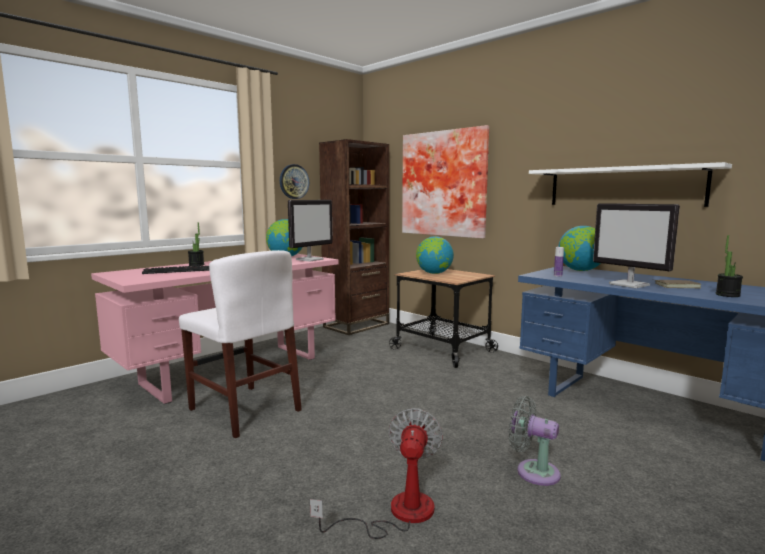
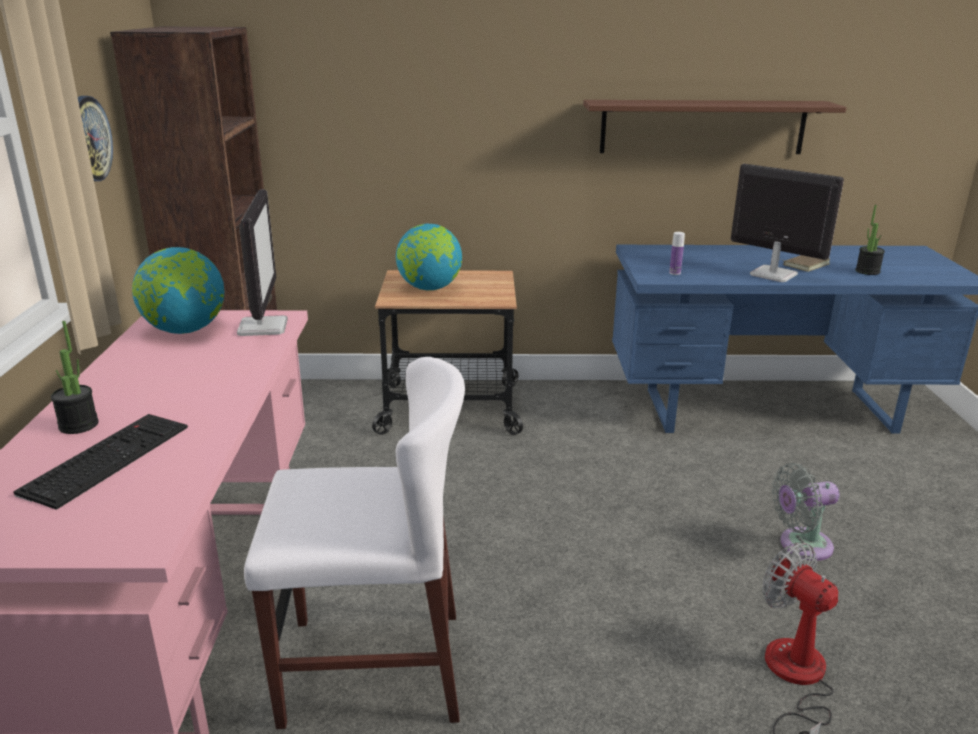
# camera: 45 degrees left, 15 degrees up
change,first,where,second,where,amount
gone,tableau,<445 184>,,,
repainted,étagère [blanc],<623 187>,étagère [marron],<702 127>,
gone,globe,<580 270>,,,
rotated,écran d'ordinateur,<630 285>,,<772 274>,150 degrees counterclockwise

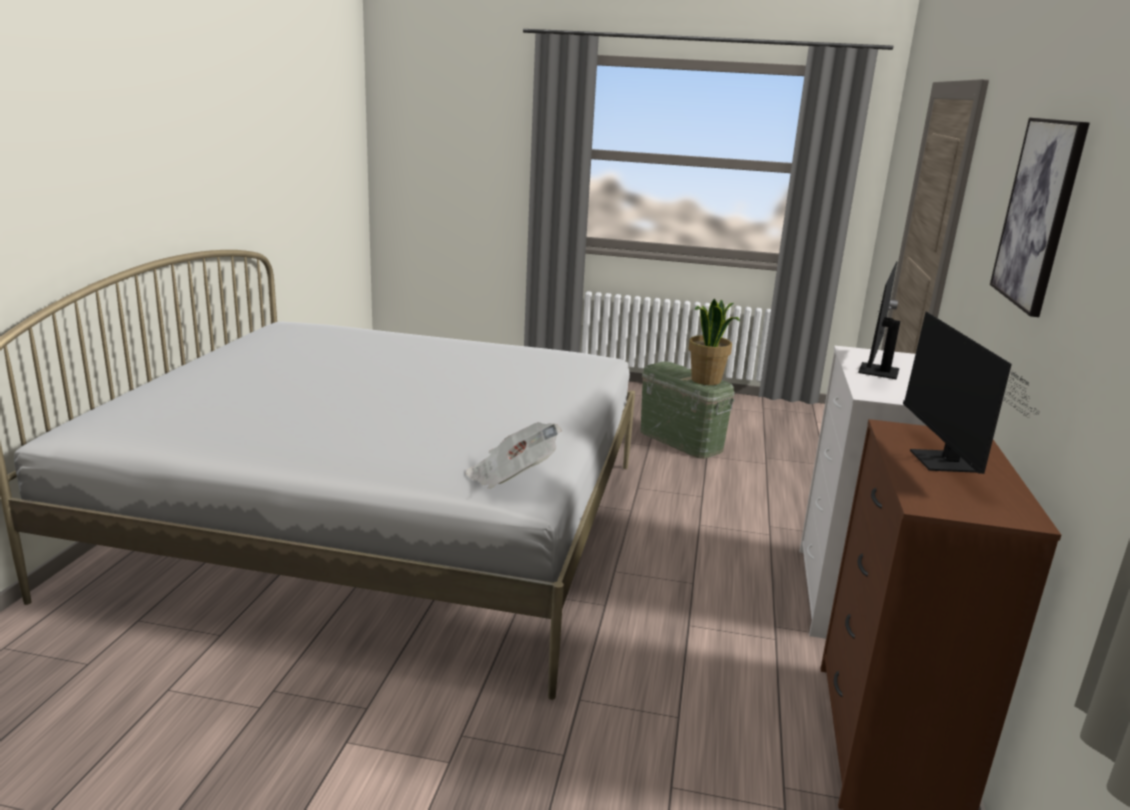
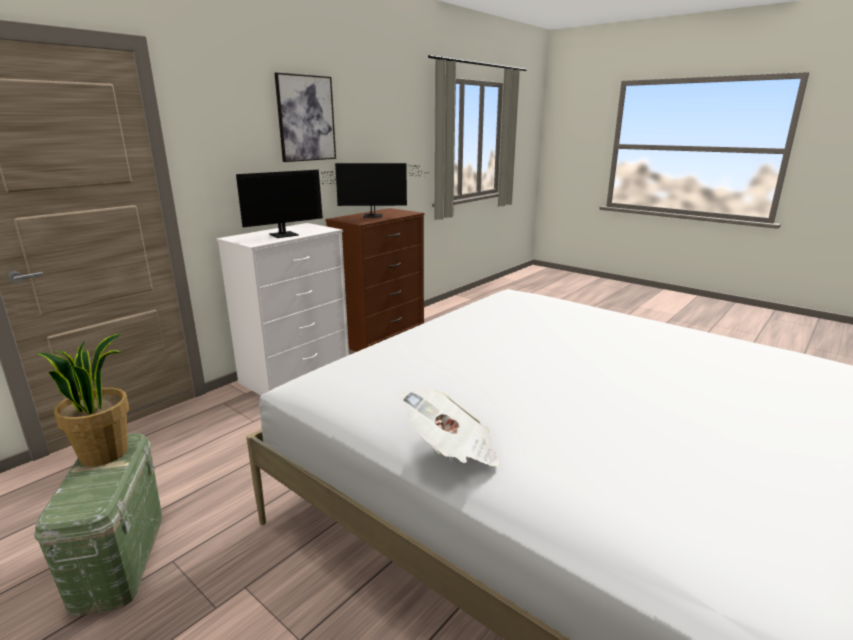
# camera: 150 degrees left, 0 degrees up
change,first,where,second,where,amount
shifted,journal,<512 476>,,<452 450>,
rotated,écran d'ordinateur,<944 465>,,<376 216>,60 degrees clockwise

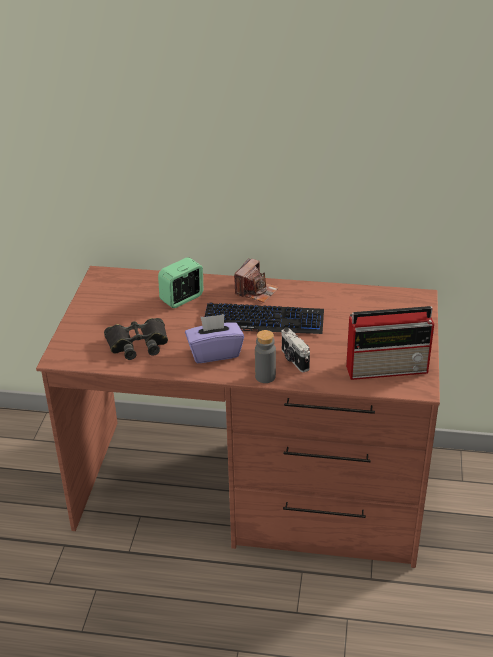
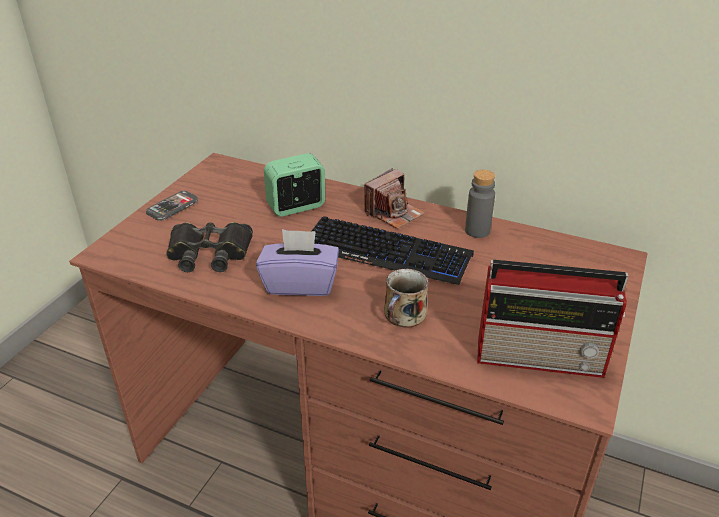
# camera: 15 degrees right, 0 degrees up
change,first,where,second,where,amount
shifted,bouteille [gris],<265 377>,,<477 231>,
swapped,appareil photo,<293 360>,mug,<404 315>,
new,,,téléphone,<172 207>,

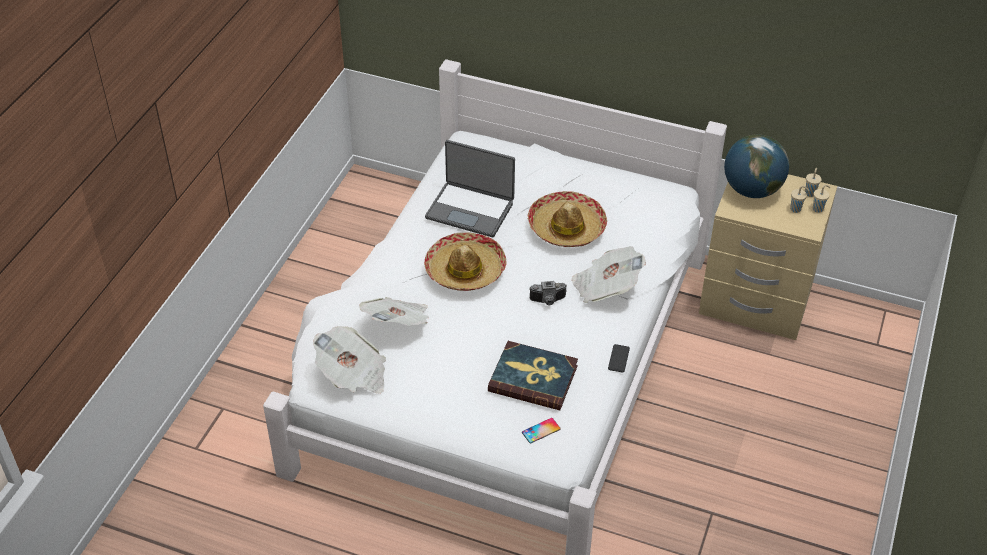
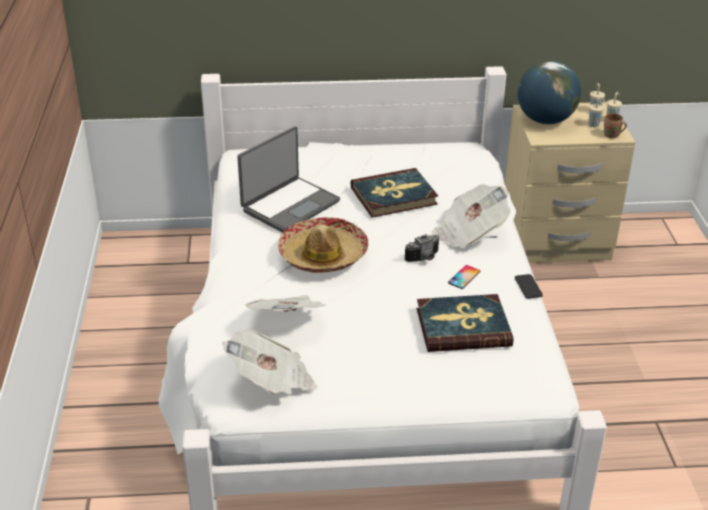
# camera: 25 degrees left, 10 degrees down
change,first,where,second,where,amount
rotated,ordinateur portable,<470 209>,,<289 205>,45 degrees counterclockwise
shifted,téléphone,<541 430>,,<464 277>,
swapped,chapeau,<566 227>,livre,<393 196>,
new,,,mug [marron],<612 136>,

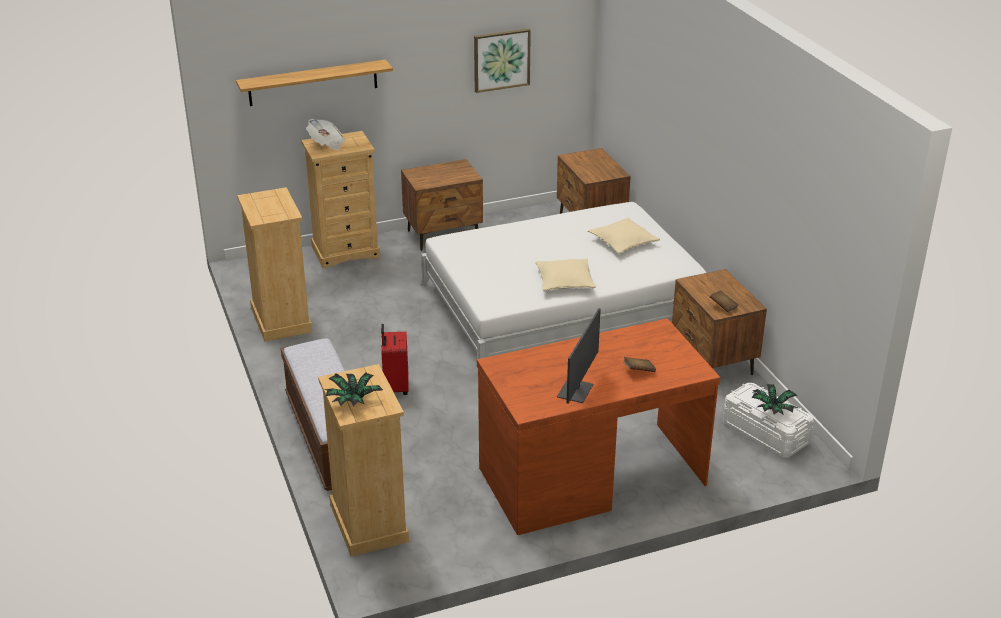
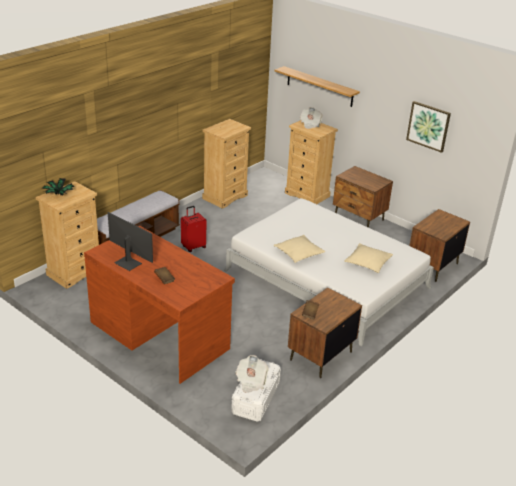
# camera: 60 degrees right, 0 degrees up
change,first,where,second,where,amount
rotated,écran d'ordinateur,<576 391>,,<128 263>,135 degrees counterclockwise
swapped,plante en pot,<772 410>,journal,<251 381>,

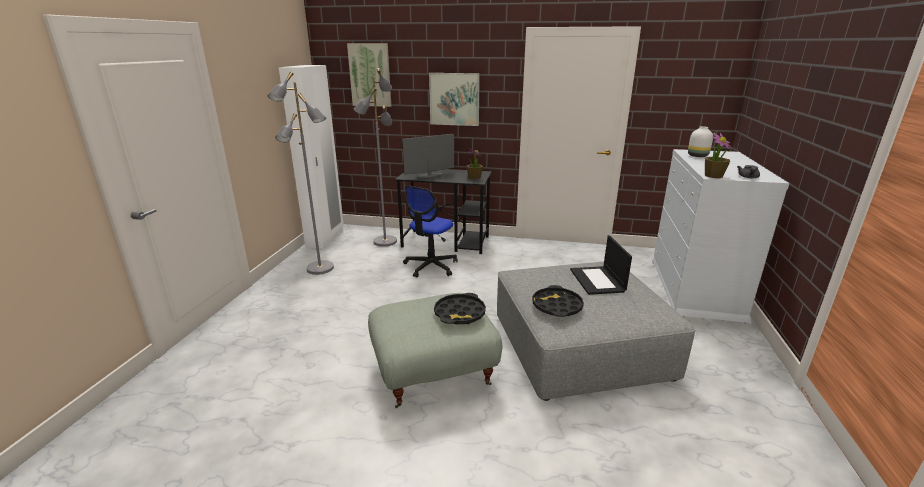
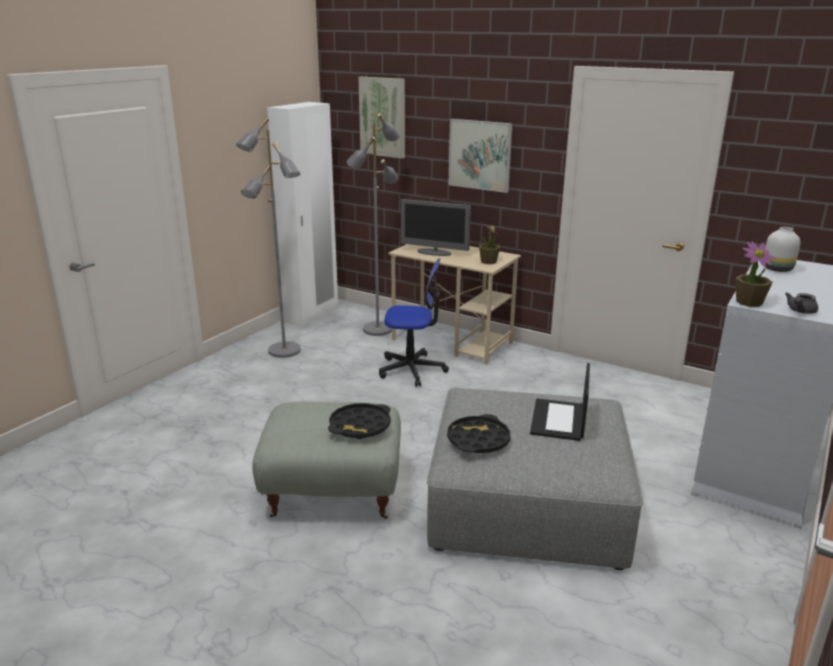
# camera: 20 degrees right, 0 degrees up
change,first,where,second,where,amount
repainted,bureau [noir],<446 242>,bureau [beige],<453 341>,
rotated,écran d'ordinateur,<430 176>,,<434 253>,150 degrees counterclockwise
rotated,chaise de bureau,<431 266>,,<412 370>,135 degrees counterclockwise

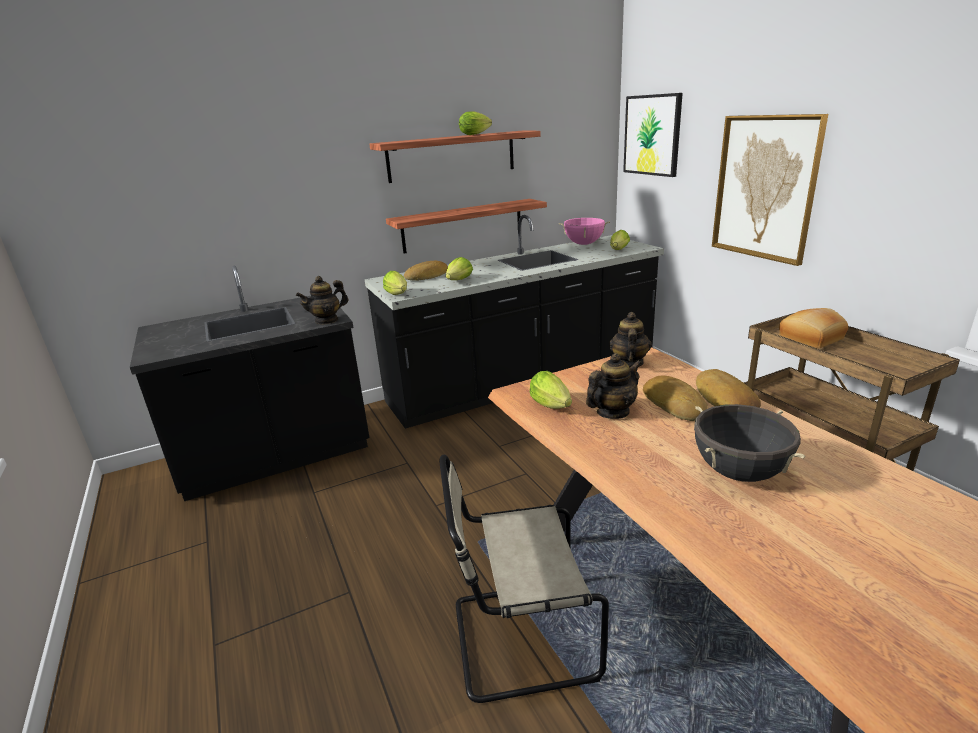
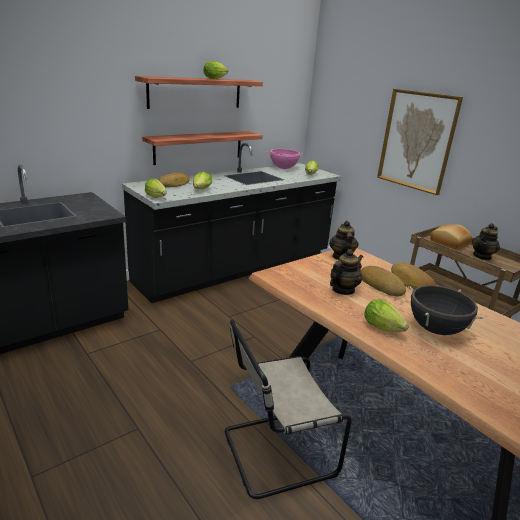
# camera: 15 degrees left, 0 degrees up
change,first,where,second,where,amount
shifted,théière,<327 320>,,<482 256>,
shifted,laitue,<552 407>,,<384 329>,
gone,tableau,<652 135>,,,

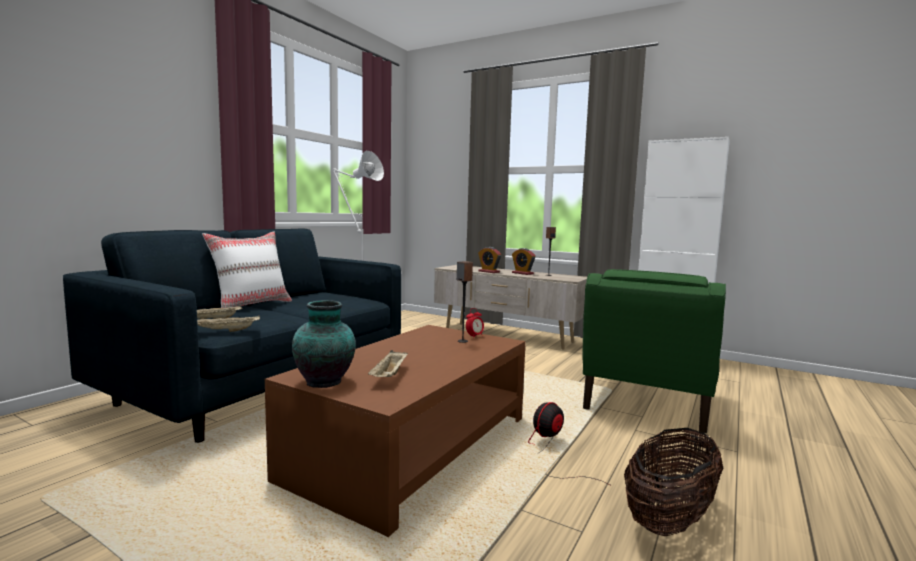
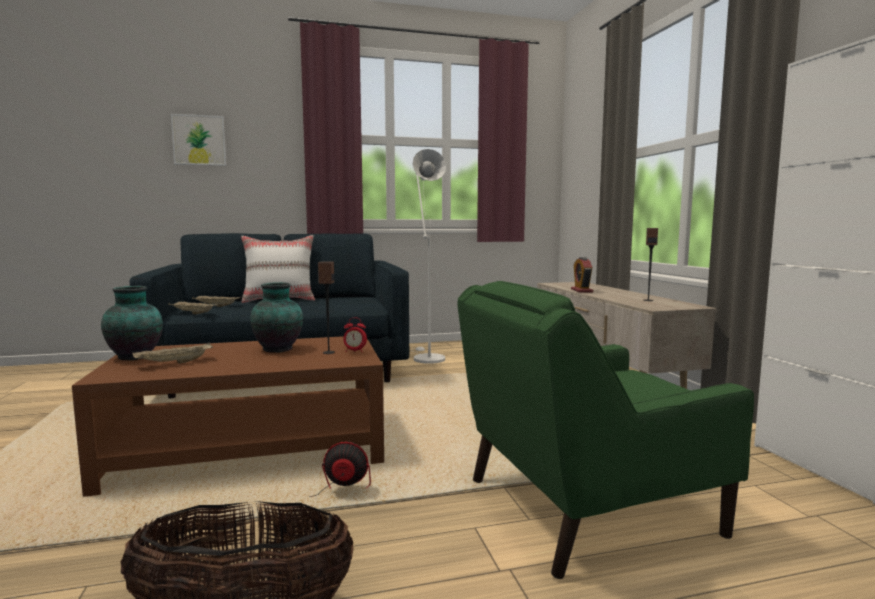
# camera: 45 degrees right, 0 degrees up
change,first,where,second,where,amount
gone,réveil,<522 273>,,,
new,,,tableau,<199 140>,
new,,,vase,<279 349>,

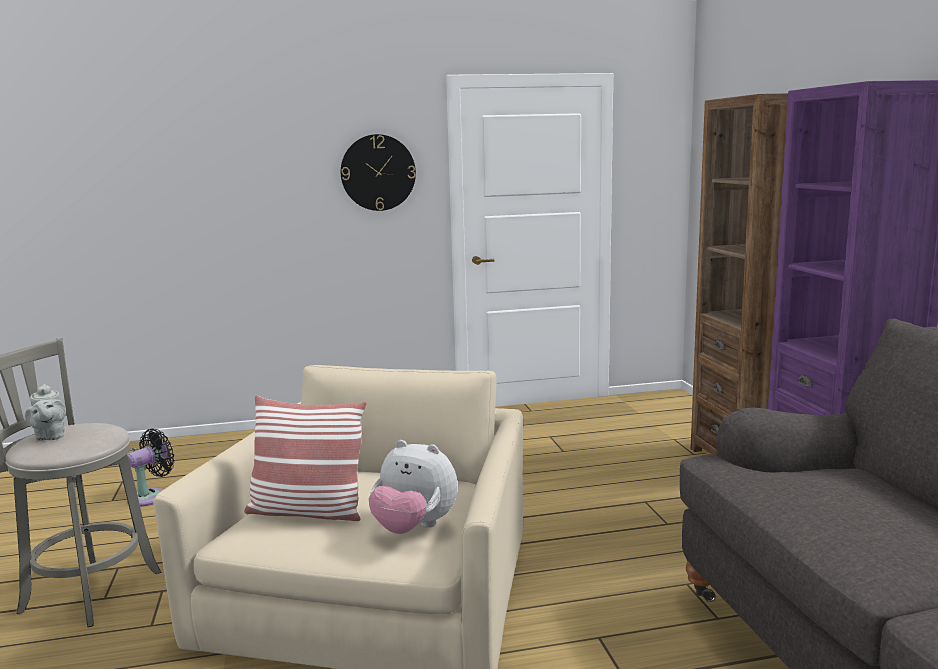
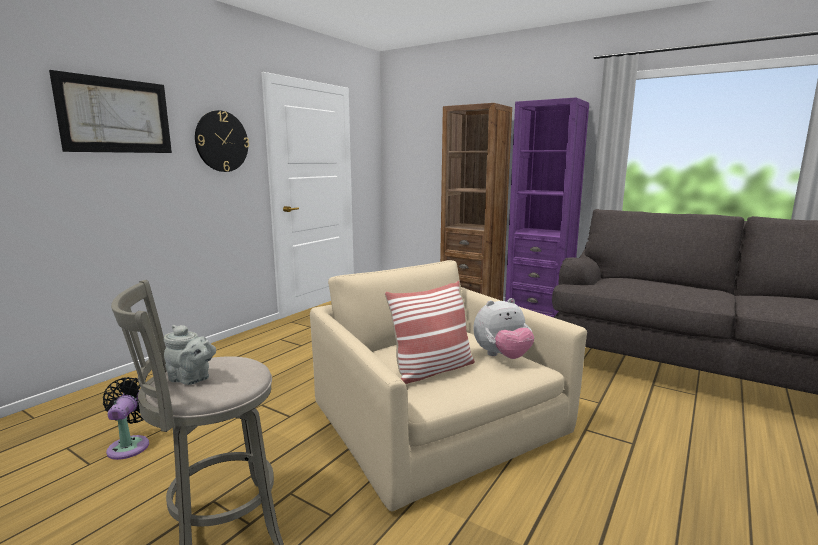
# camera: 45 degrees left, 0 degrees up
change,first,where,second,where,amount
new,,,tableau,<116 115>,

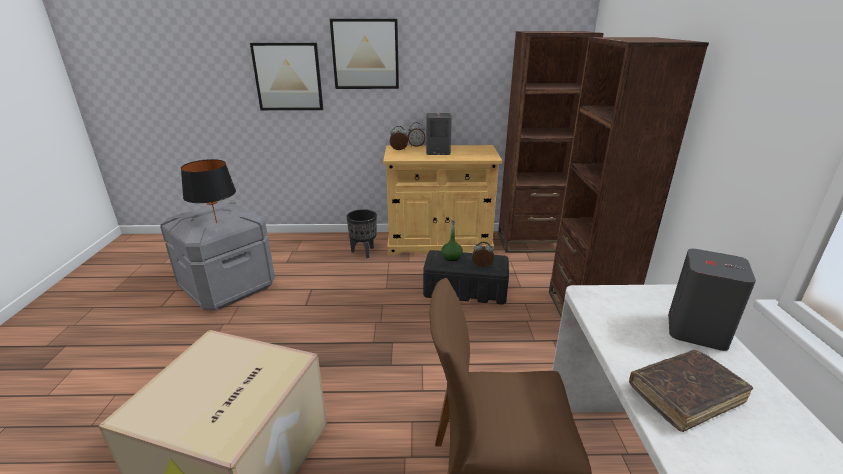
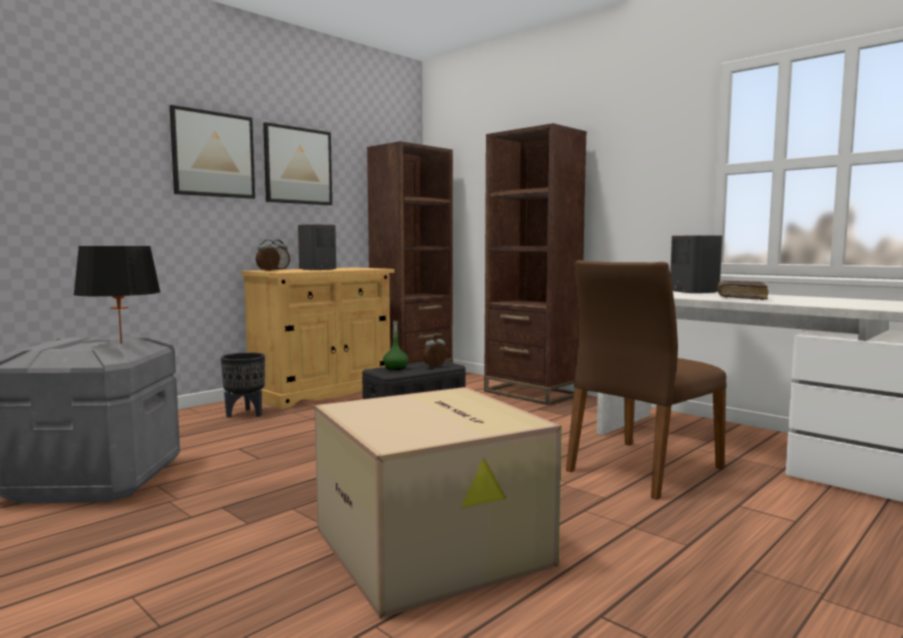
# camera: 45 degrees left, 20 degrees down
change,first,where,second,where,amount
shifted,tableau,<288 77>,,<298 166>,

